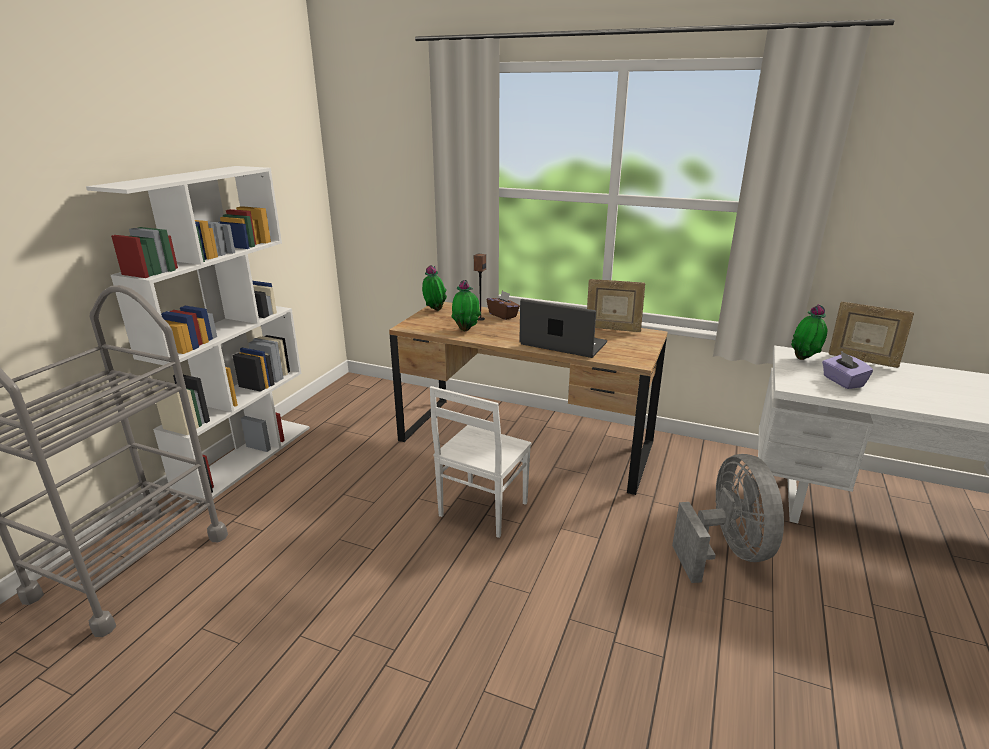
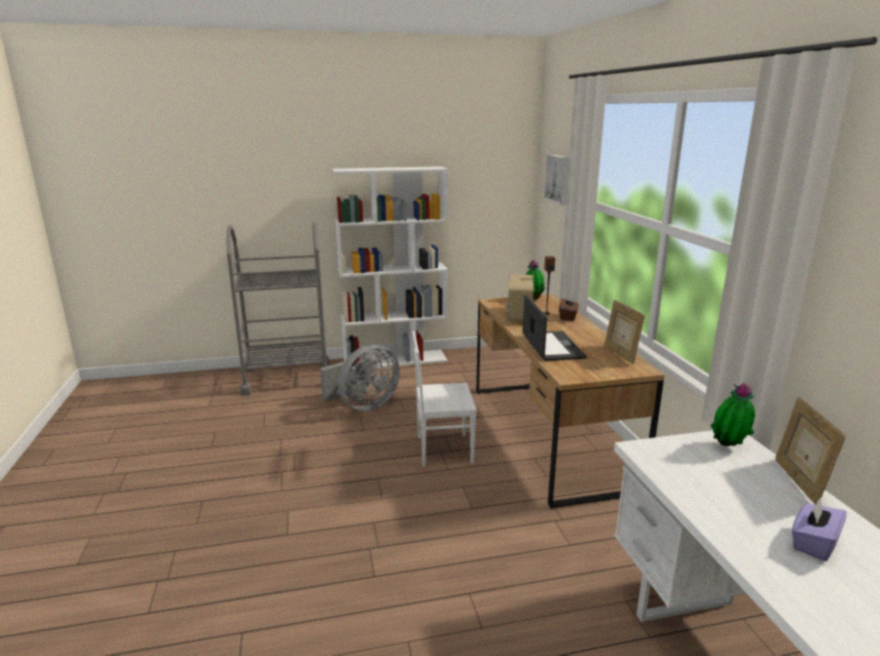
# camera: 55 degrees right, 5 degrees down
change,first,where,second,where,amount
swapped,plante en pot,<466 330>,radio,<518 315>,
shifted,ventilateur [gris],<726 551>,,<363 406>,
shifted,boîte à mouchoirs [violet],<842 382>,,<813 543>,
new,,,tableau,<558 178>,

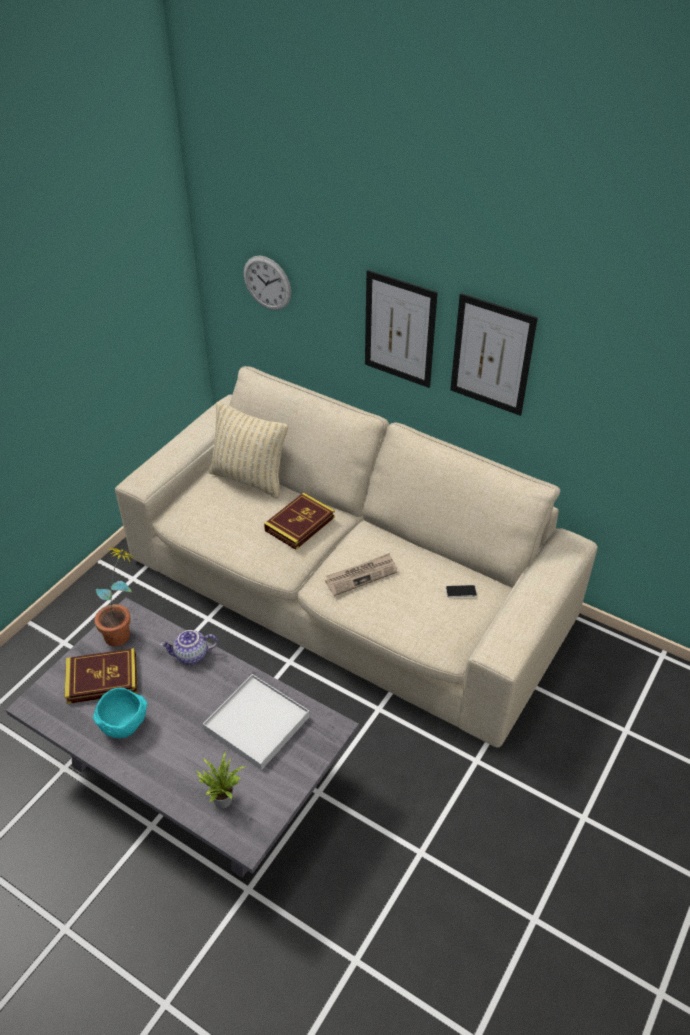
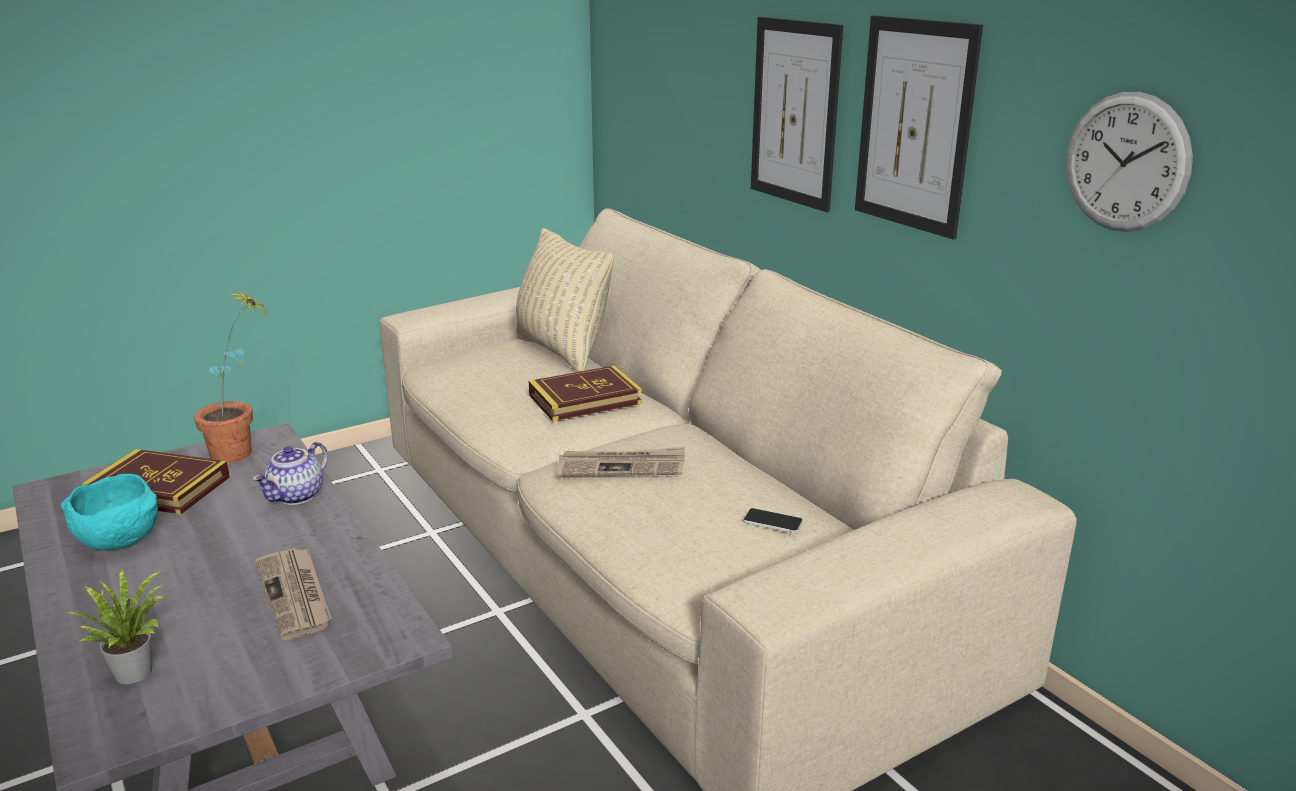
# camera: 25 degrees right, 20 degrees down
change,first,where,second,where,amount
rotated,théière,<191 656>,,<297 496>,75 degrees counterclockwise
swapped,plateau [blanc],<257 723>,journal,<296 595>,
shifted,horloge murale,<267 283>,,<1126 162>,

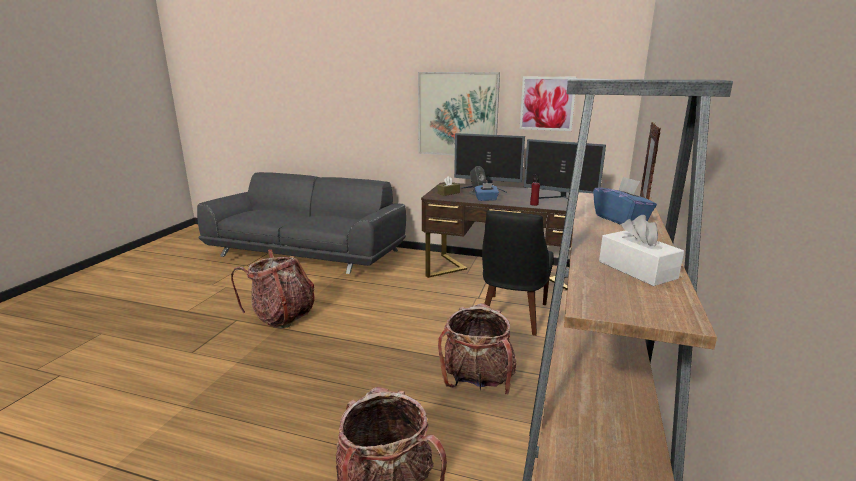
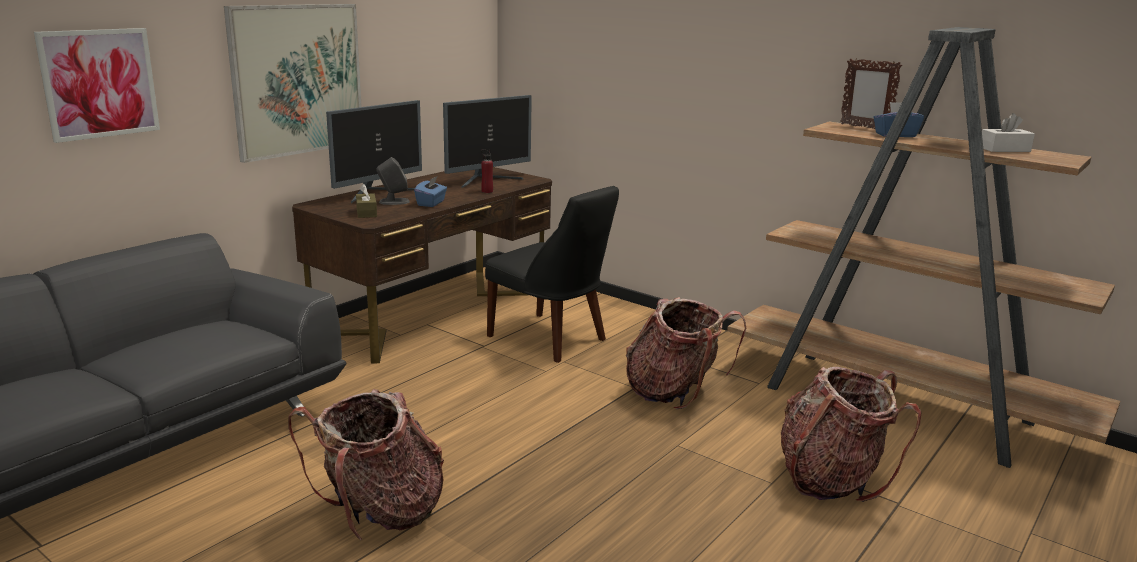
# camera: 70 degrees left, 0 degrees up
change,first,where,second,where,amount
shifted,tableau,<547 103>,,<99 83>,

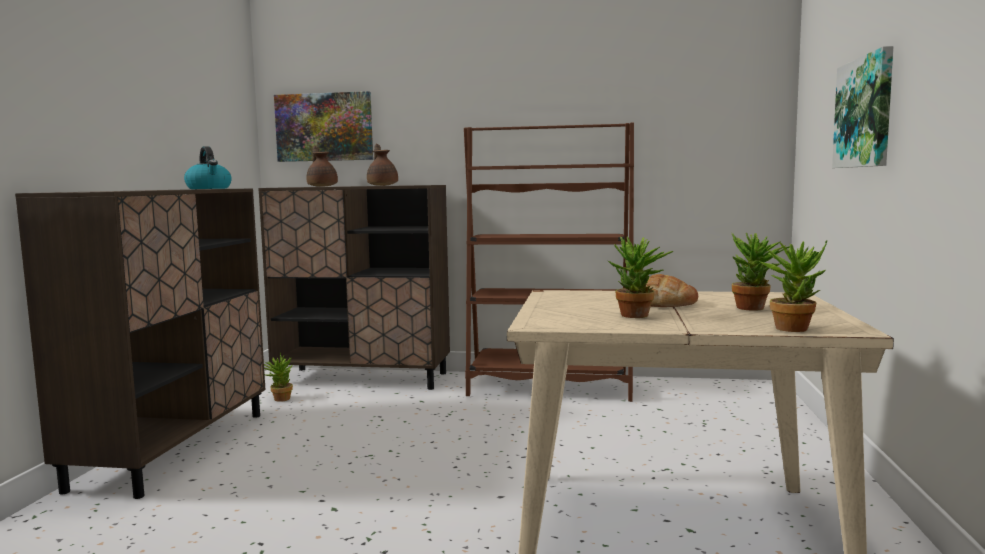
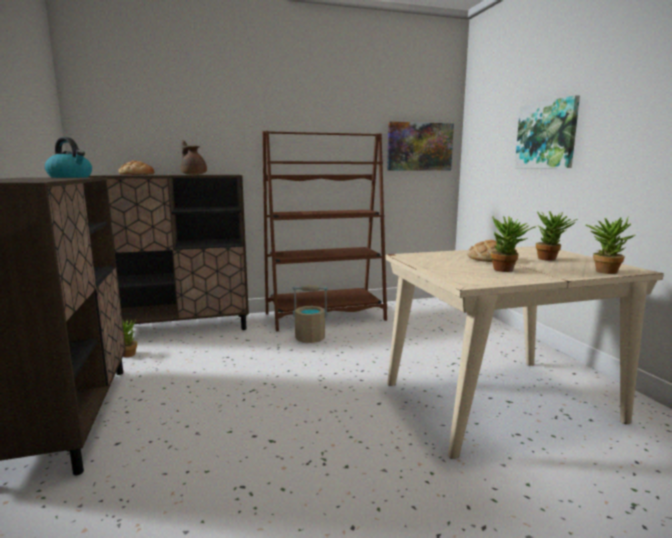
# camera: 25 degrees left, 5 degrees up
change,first,where,second,where,amount
shifted,tableau,<324 127>,,<419 147>,
swapped,théière [marron],<322 186>,pain,<137 174>,
new,,,seau [beige],<310 338>,

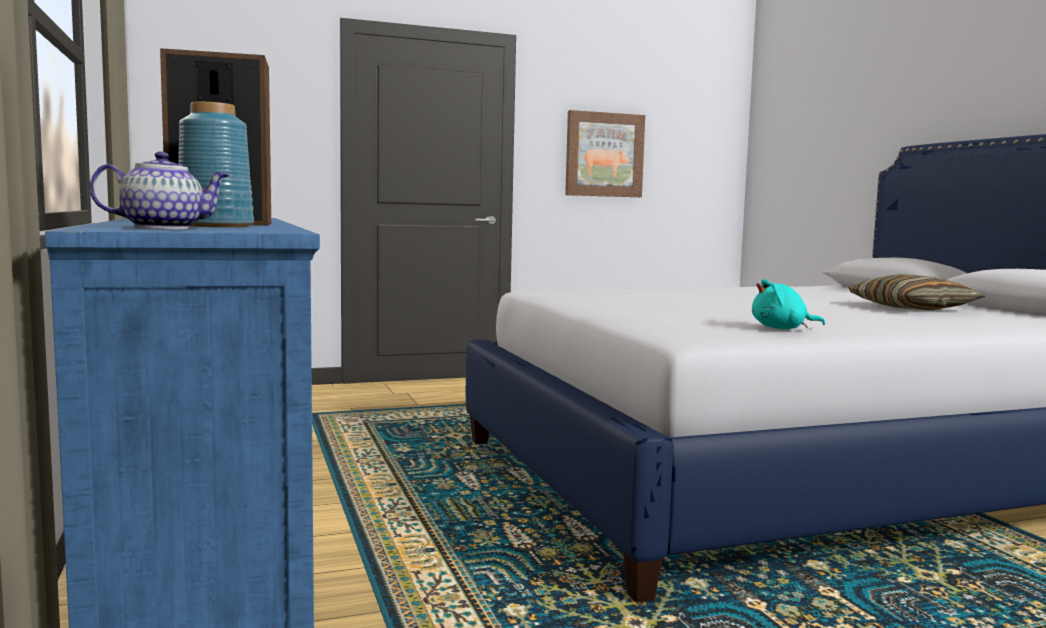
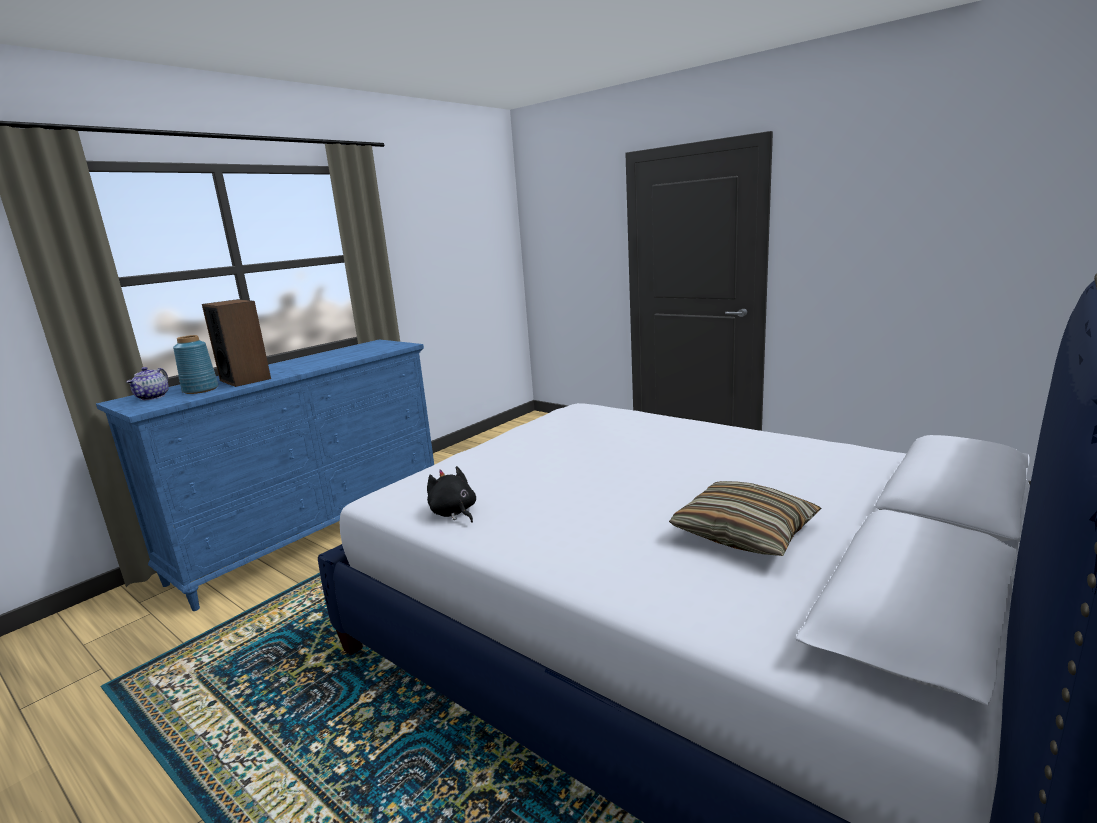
# camera: 60 degrees right, 10 degrees up
change,first,where,second,where,amount
rotated,théière,<164 228>,,<153 397>,60 degrees clockwise
gone,tableau,<604 155>,,,
repainted,peluche [turquoise],<782 329>,peluche [noir],<454 513>,

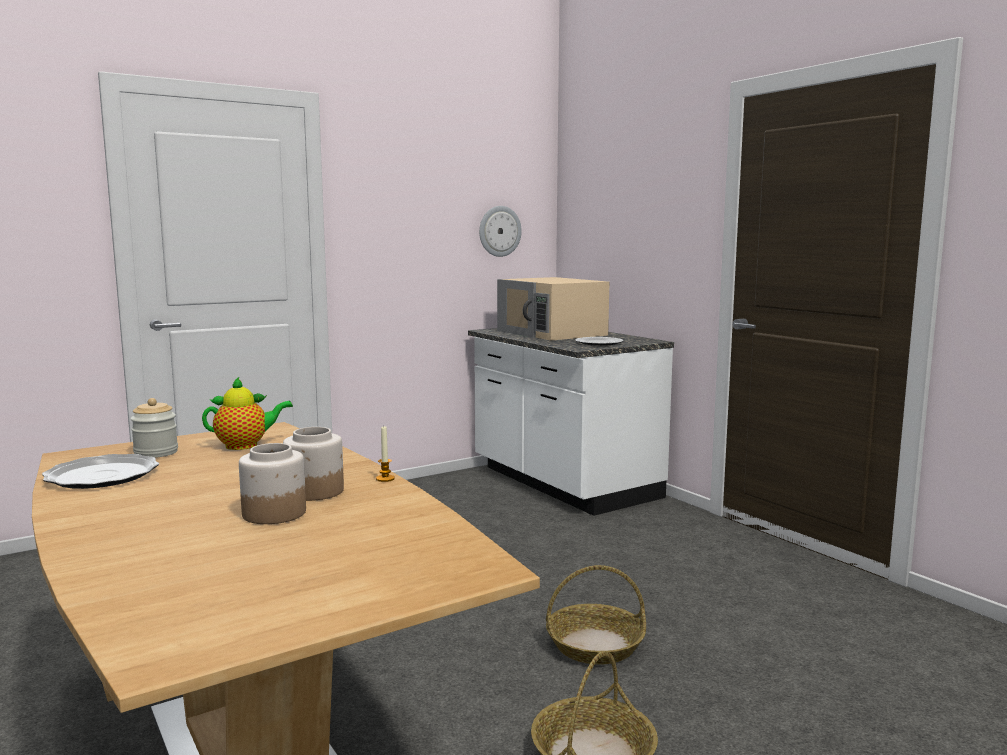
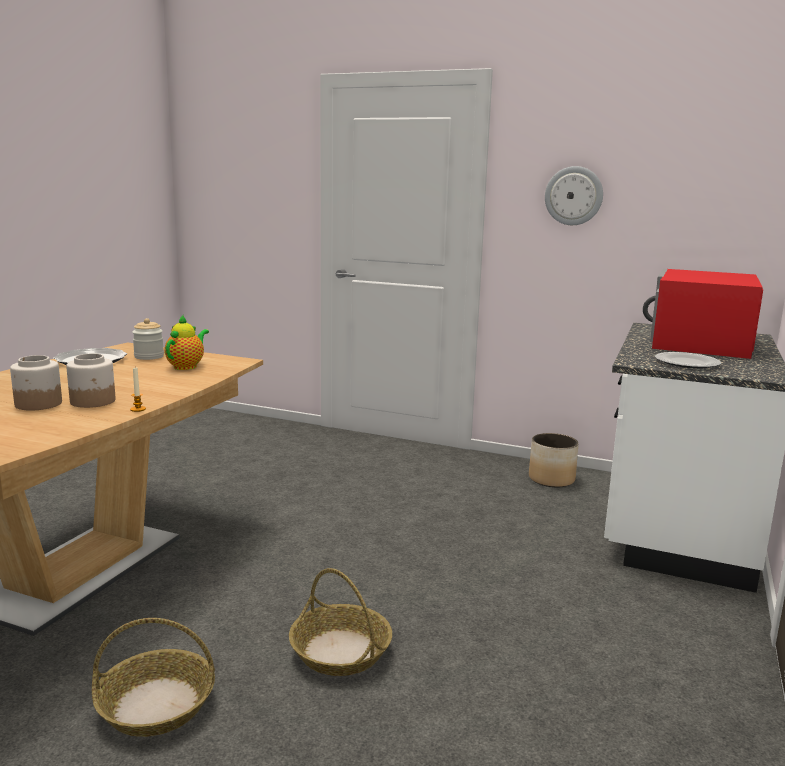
# camera: 55 degrees right, 5 degrees up
change,first,where,second,where,amount
rotated,théière,<245 445>,,<187 366>,105 degrees counterclockwise
shifted,horloge murale,<499 231>,,<573 196>,
repainted,micro-ondes [beige],<552 333>,micro-ondes [rouge],<699 342>,
new,,,cache-pot,<551 479>,

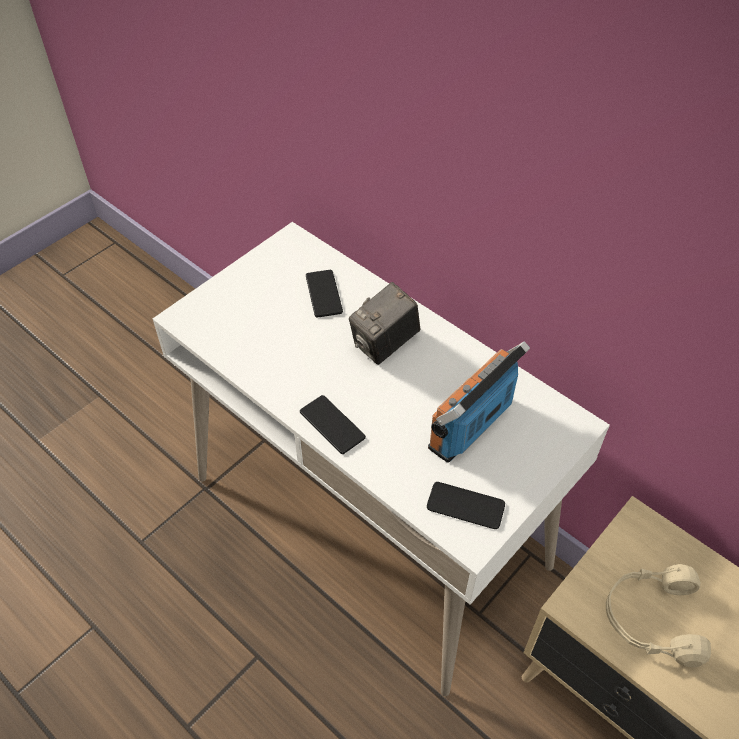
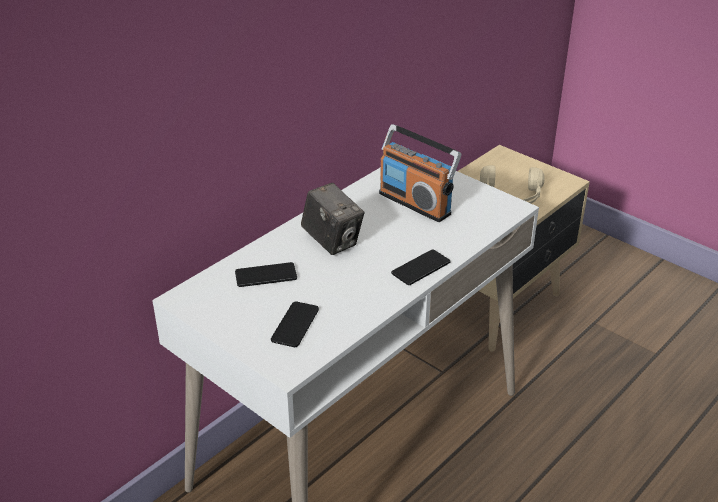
# camera: 90 degrees left, 15 degrees down
change,first,where,second,where,amount
shifted,téléphone,<465 506>,,<295 325>,

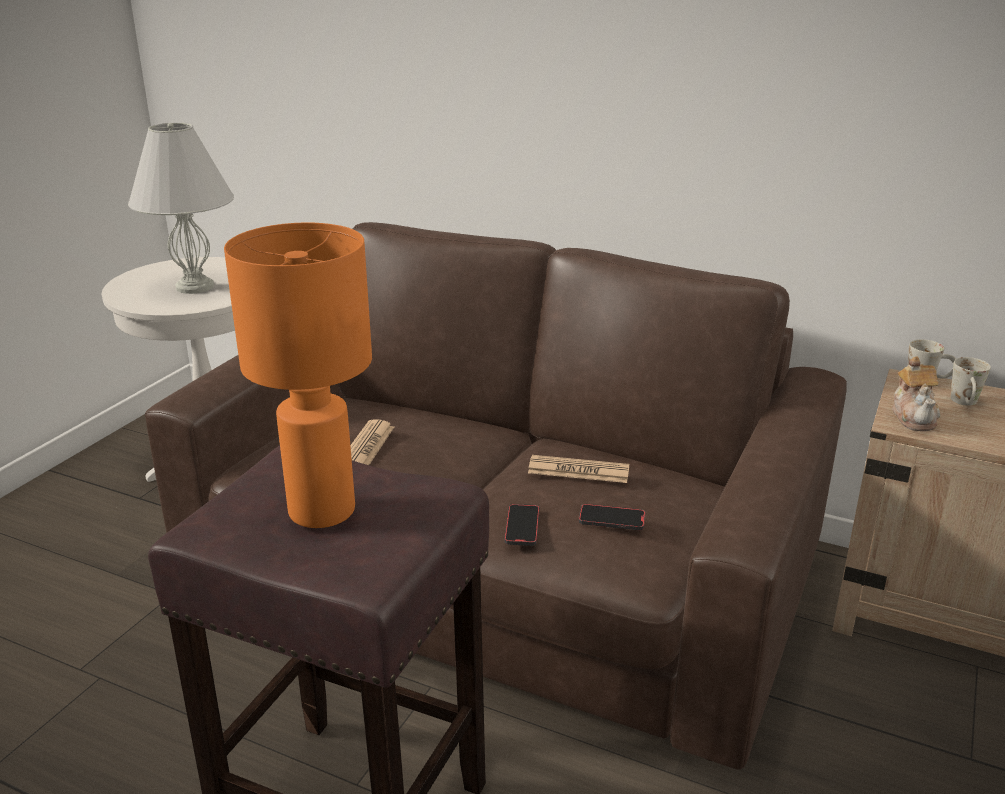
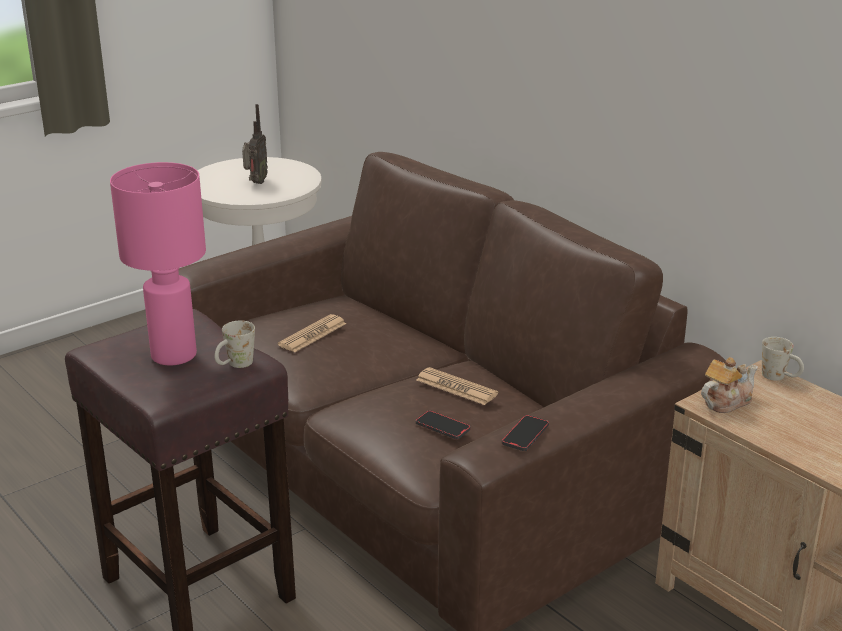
# camera: 25 degrees right, 0 degrees up
change,first,where,second,where,amount
swapped,lampe de table [blanc],<194 286>,radio,<255 183>,
repainted,lampe de table [orange],<320 511>,lampe de table [rose],<172 355>,
shifted,téléphone,<522 527>,,<525 435>,
rotated,théière,<914 417>,,<725 402>,150 degrees counterclockwise
shifted,mug [blanc],<965 404>,,<235 365>,

